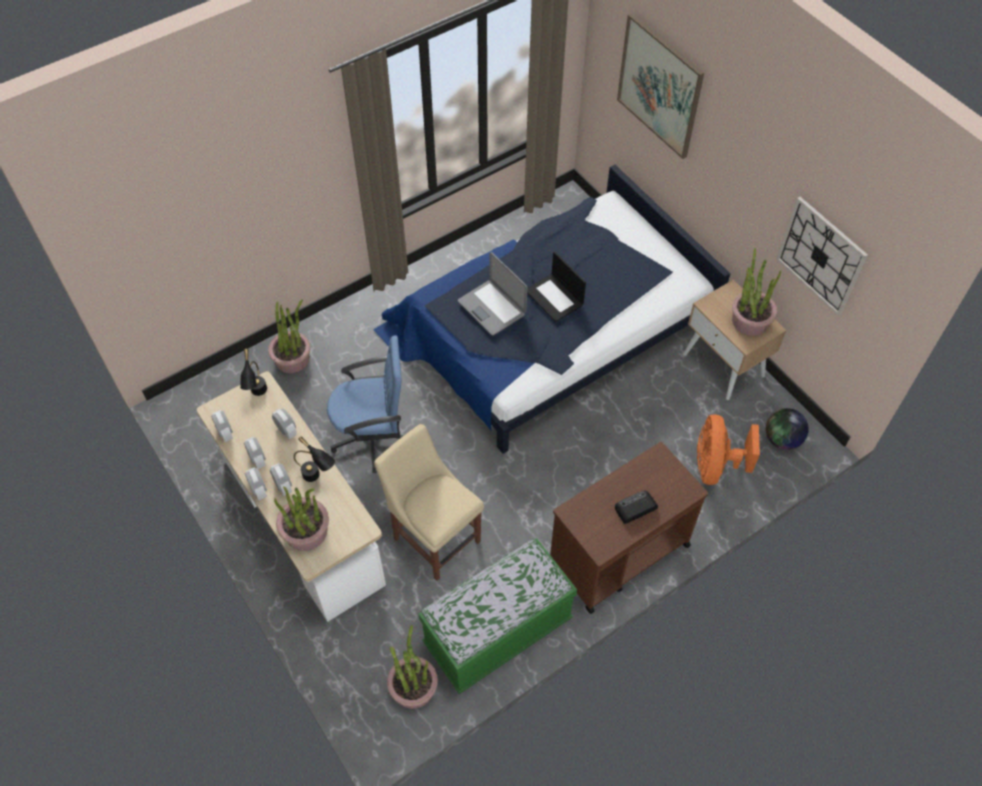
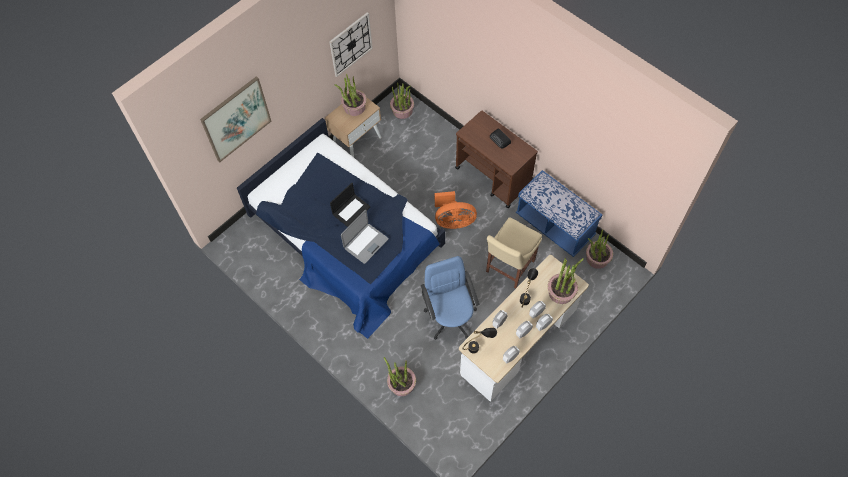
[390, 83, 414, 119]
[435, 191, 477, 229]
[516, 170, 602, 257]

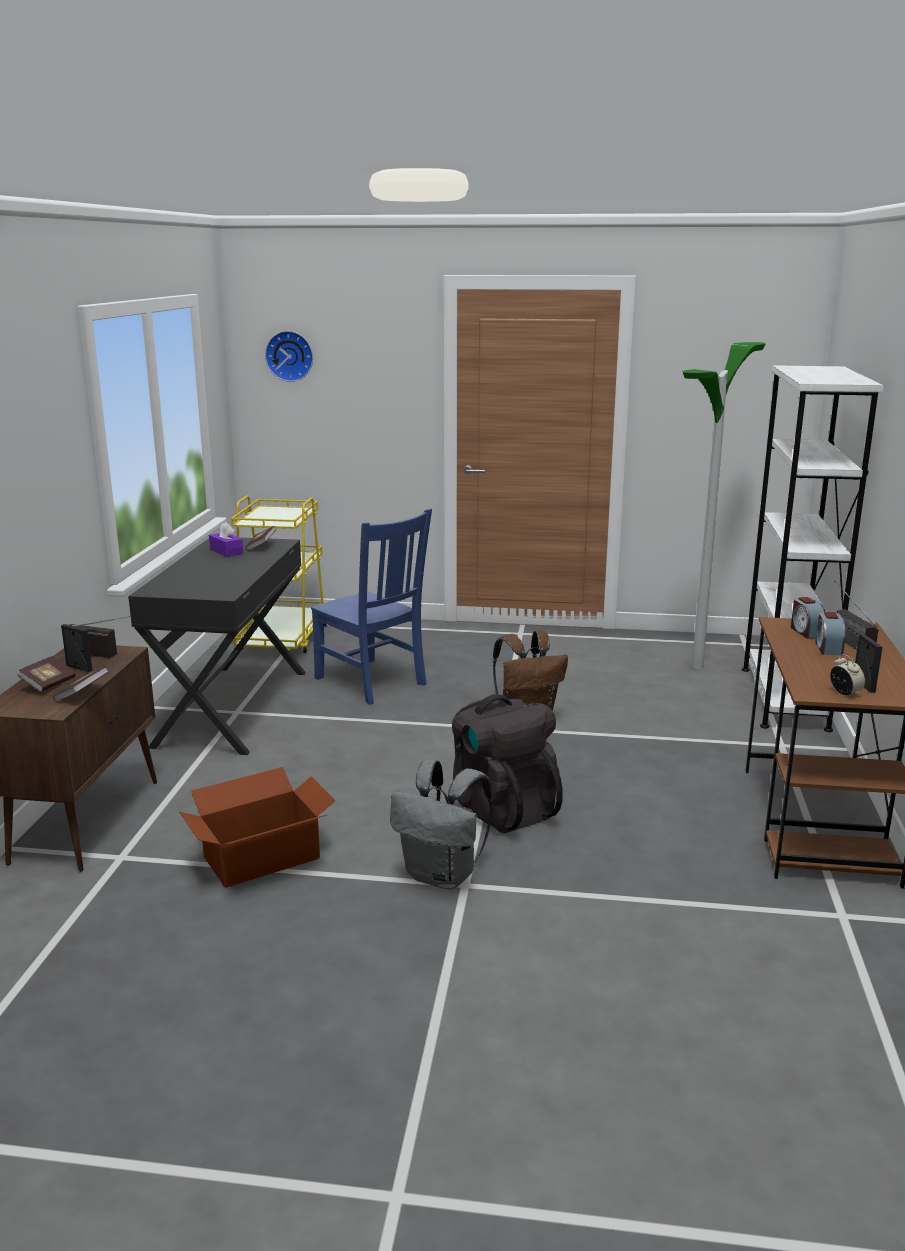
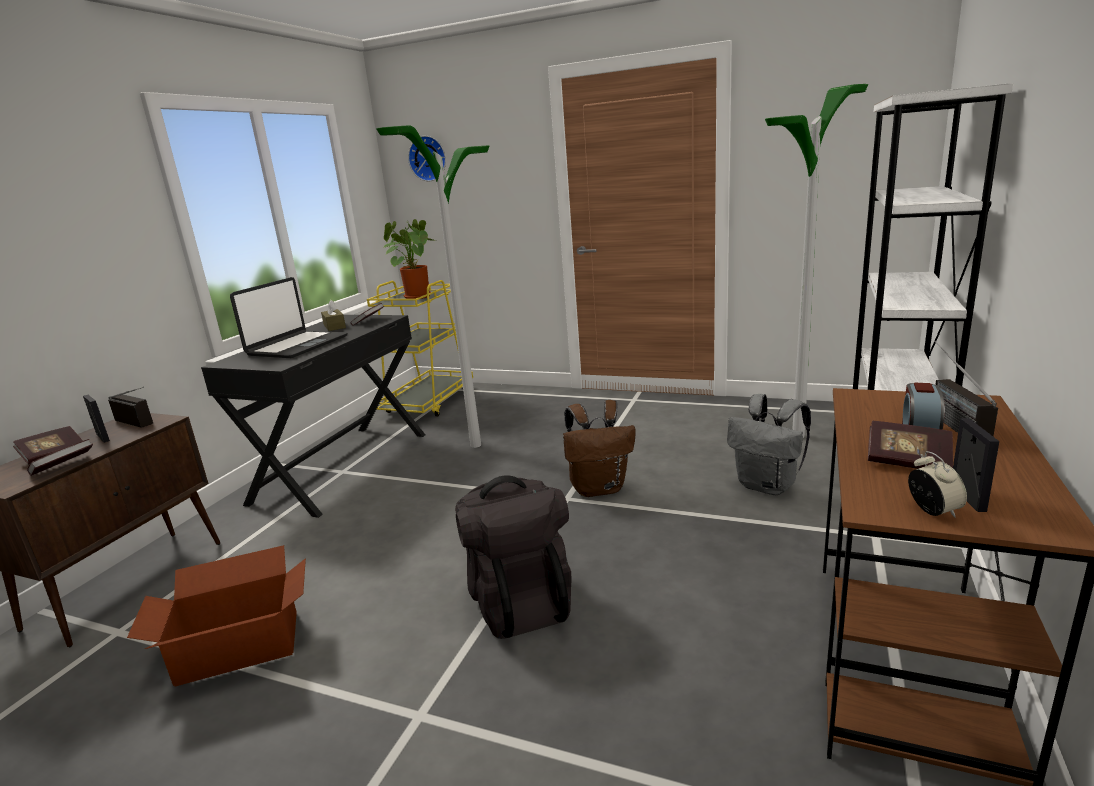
[230, 277, 347, 358]
[321, 300, 346, 331]
[376, 125, 489, 448]
[383, 219, 435, 299]
[727, 394, 811, 495]
[868, 421, 953, 469]
[791, 597, 826, 639] (first image)

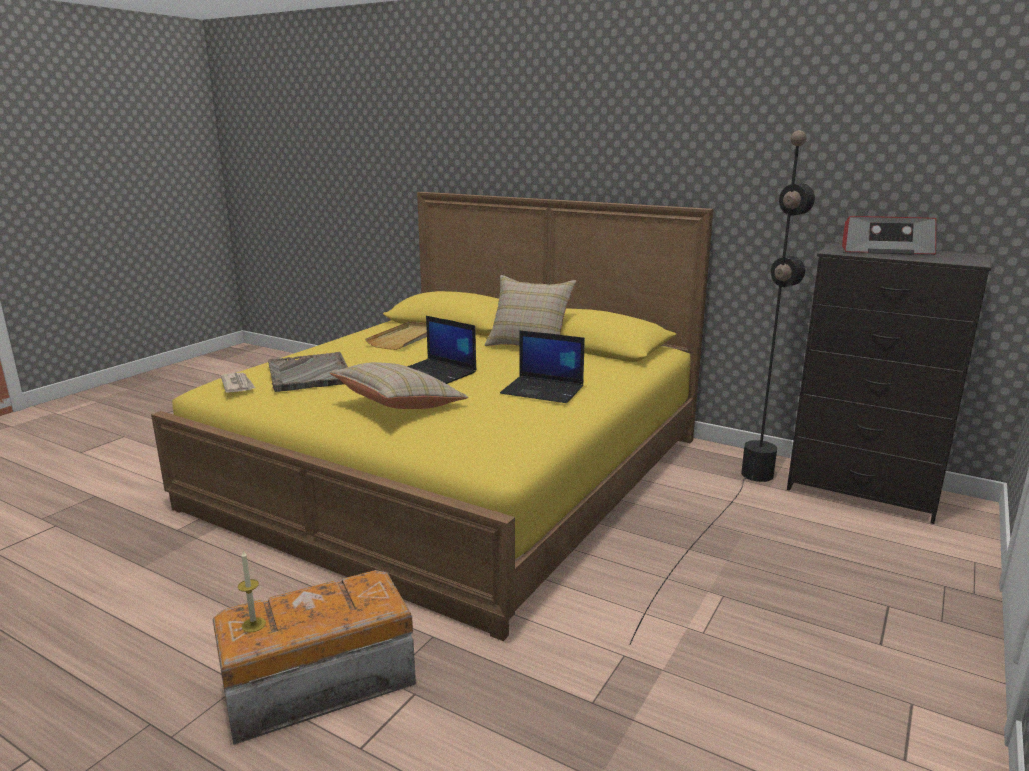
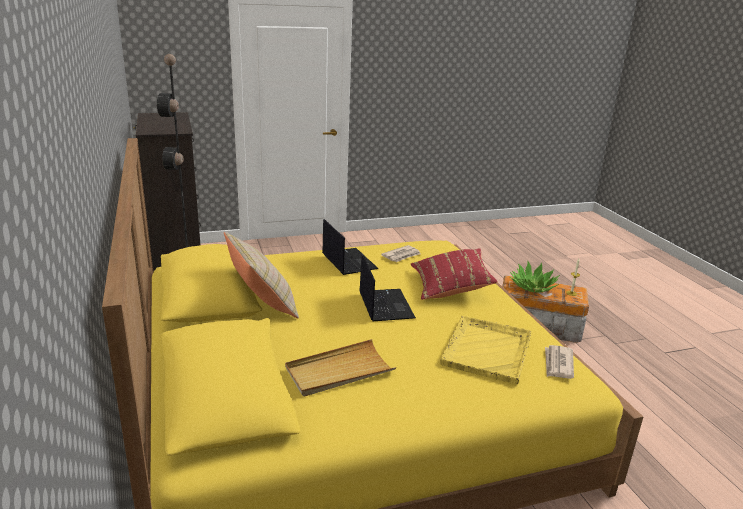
[381, 245, 421, 262]
[411, 248, 498, 300]
[440, 316, 532, 384]
[510, 261, 560, 293]
[842, 216, 936, 255] (first image)

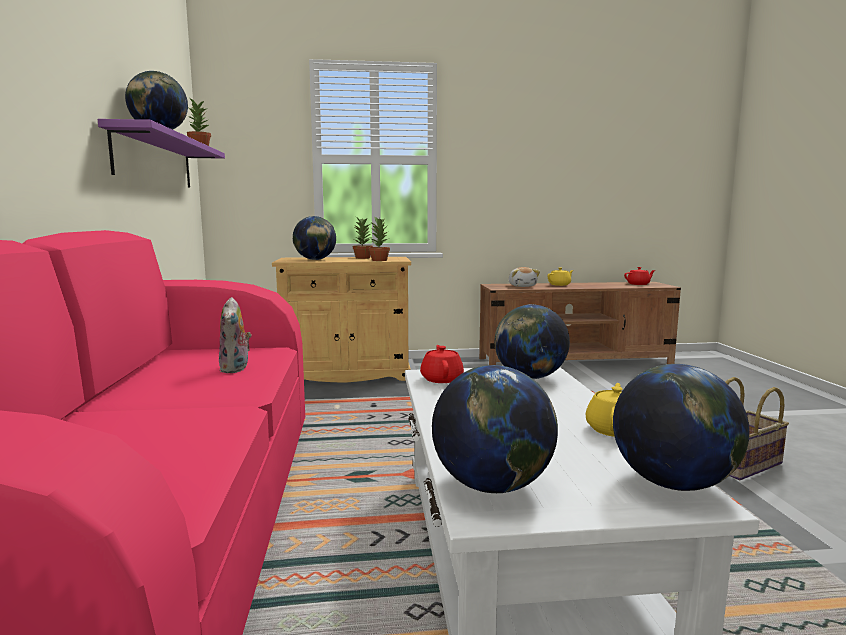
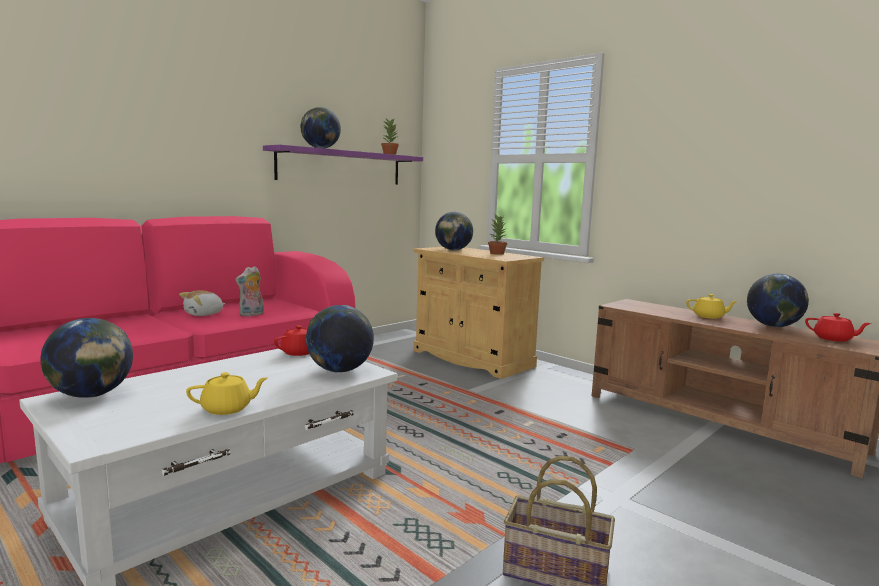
[179, 290, 225, 316]
[747, 274, 809, 327]
[369, 216, 390, 261] (first image)

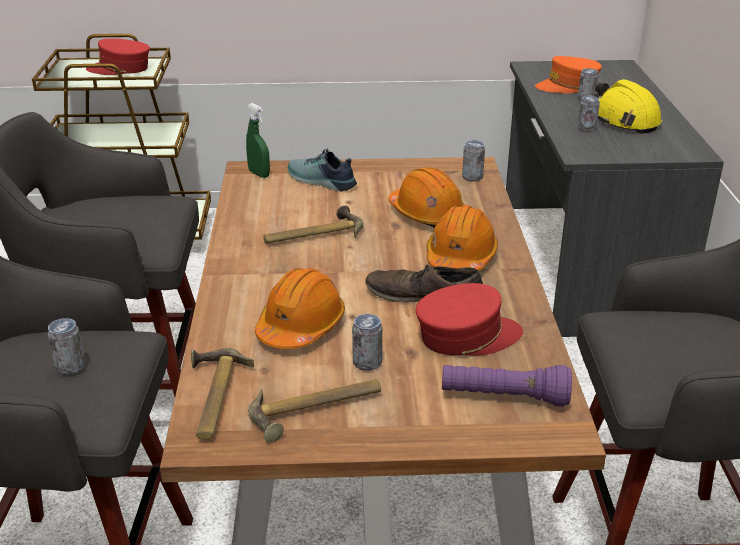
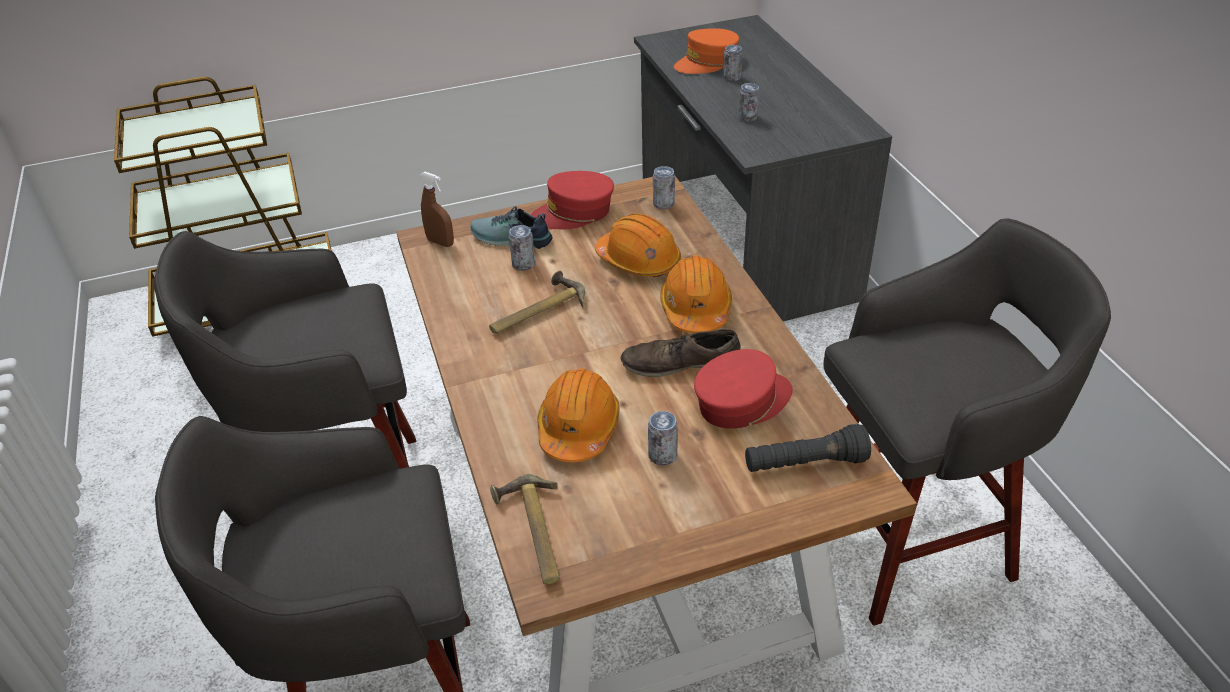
[420, 171, 454, 247]
[509, 225, 535, 271]
[531, 171, 614, 229]
[745, 424, 871, 472]
[248, 379, 381, 443] (first image)
[594, 79, 662, 134] (first image)

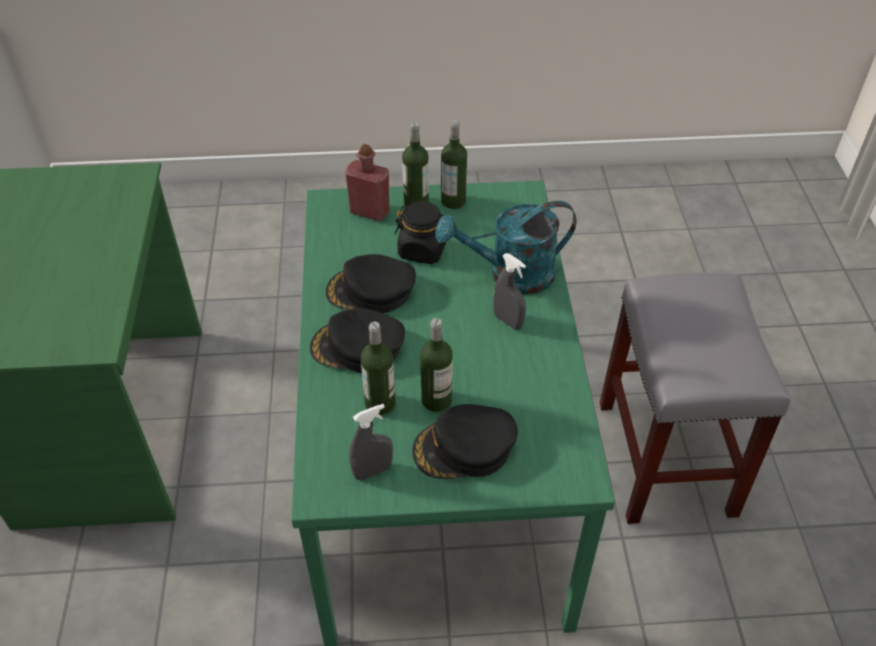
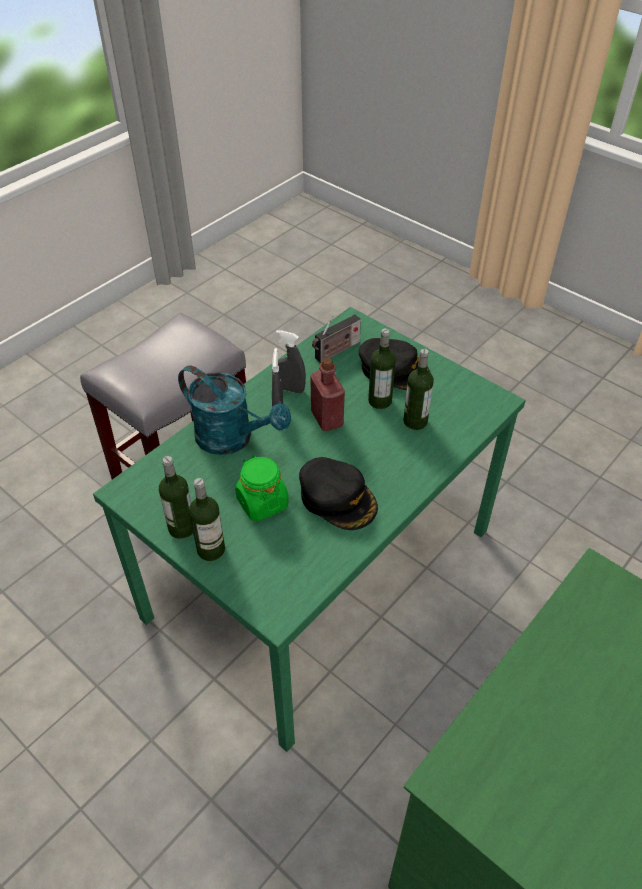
[235, 455, 289, 521]
[276, 330, 306, 394]
[310, 358, 345, 431]
[312, 315, 361, 363]
[310, 308, 405, 373] (first image)

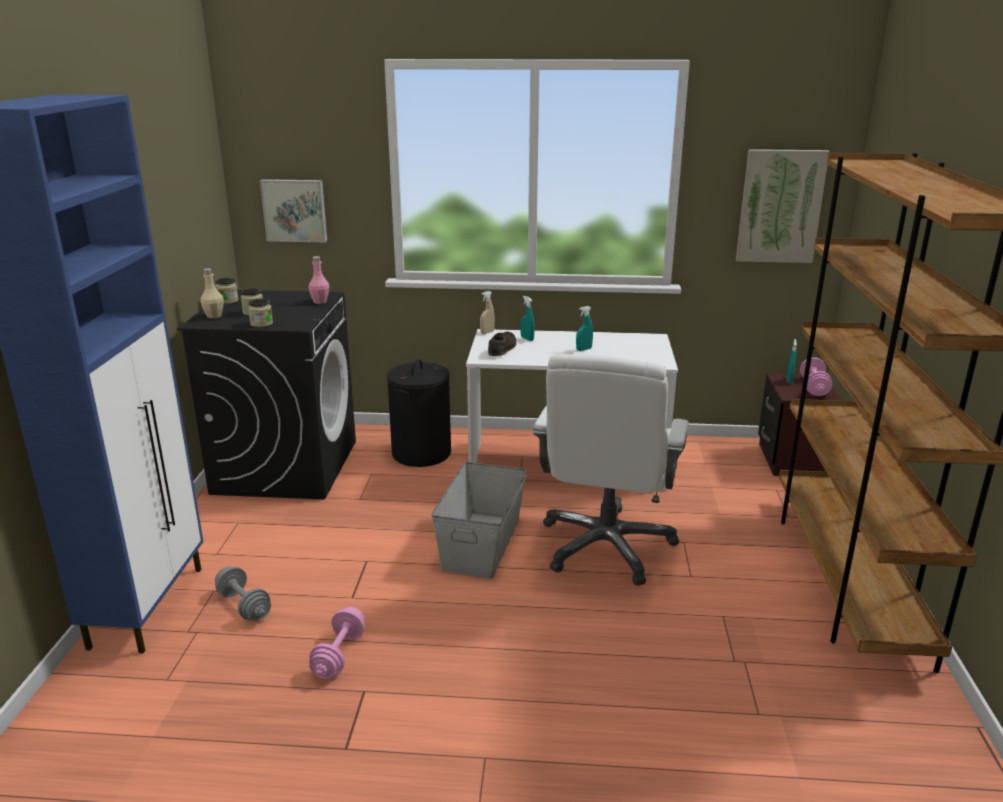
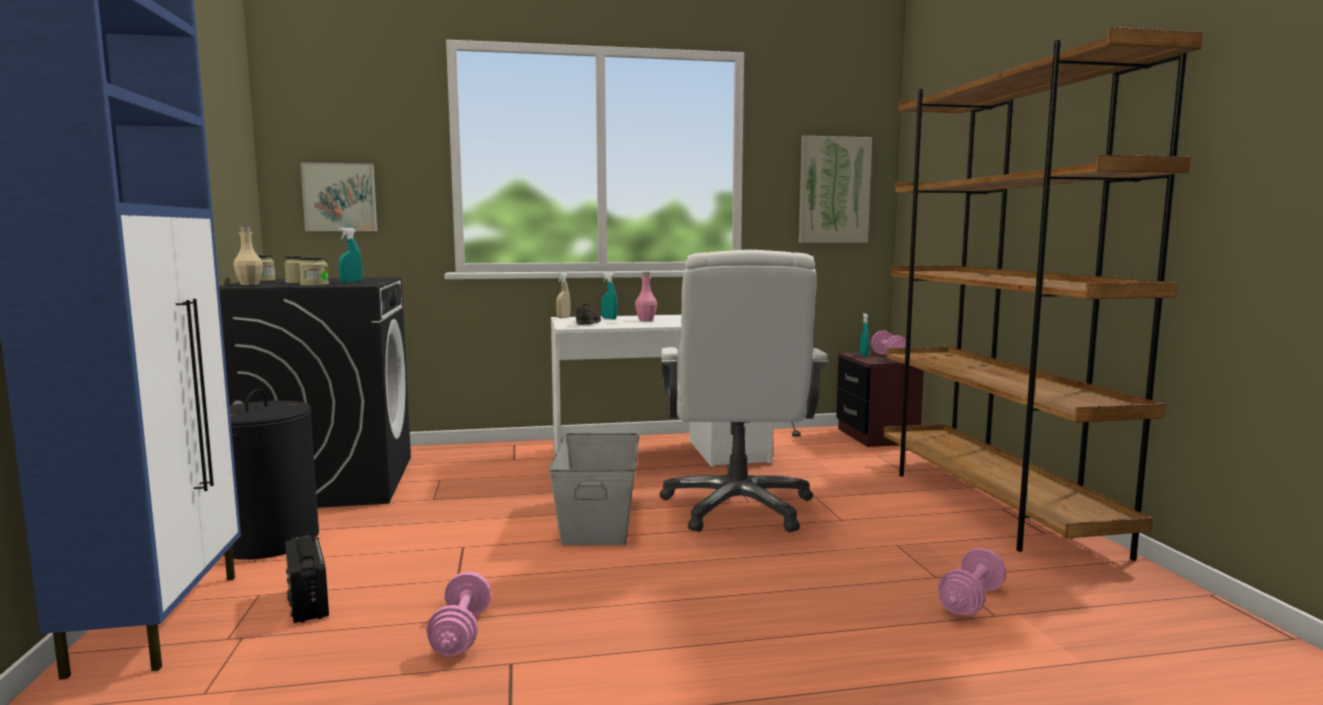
[224, 389, 319, 559]
[285, 536, 329, 623]
[338, 228, 362, 282]
[635, 272, 657, 321]
[938, 548, 1006, 616]

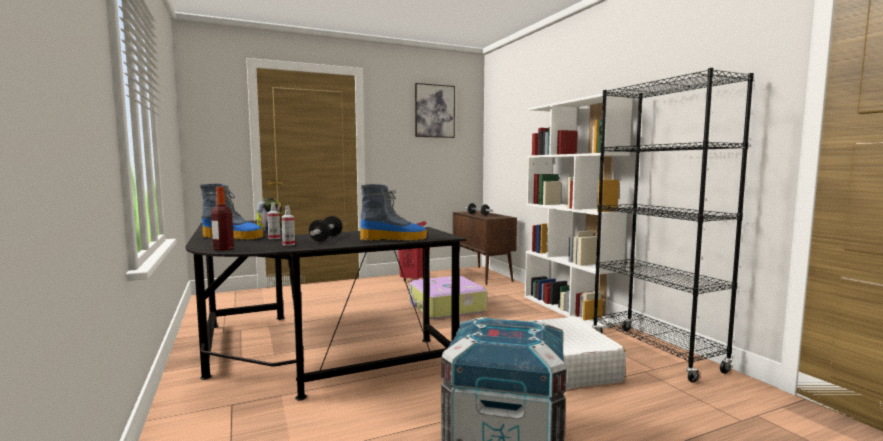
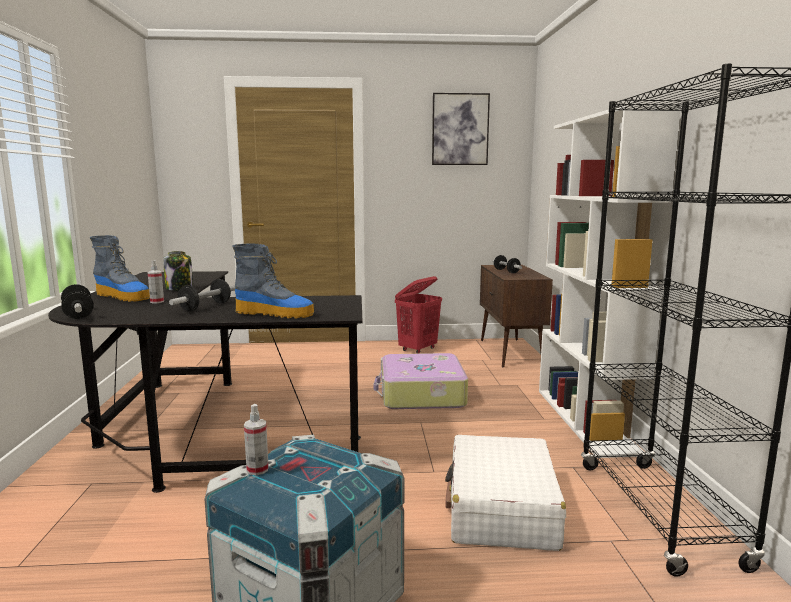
[61, 284, 94, 319]
[244, 404, 269, 475]

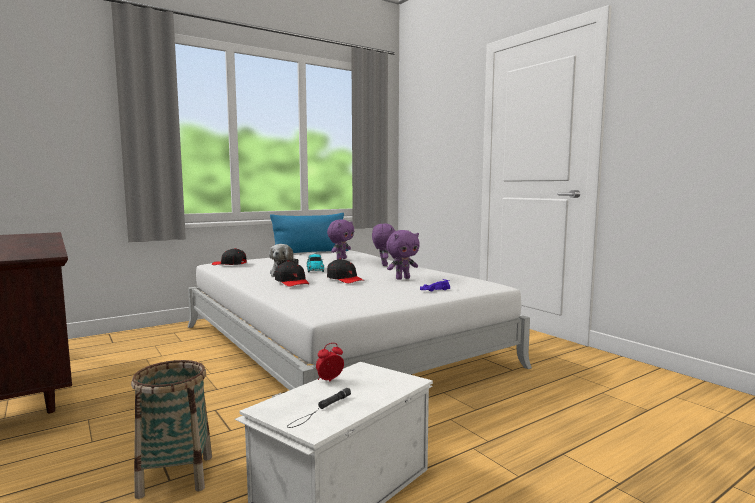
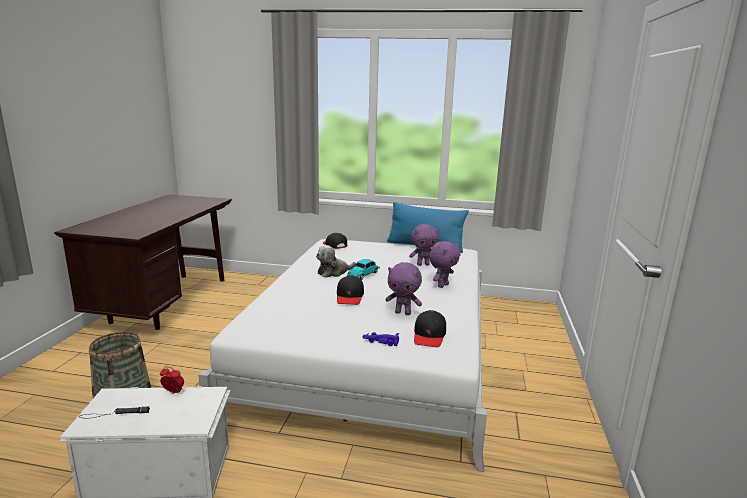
[414, 310, 446, 347]

